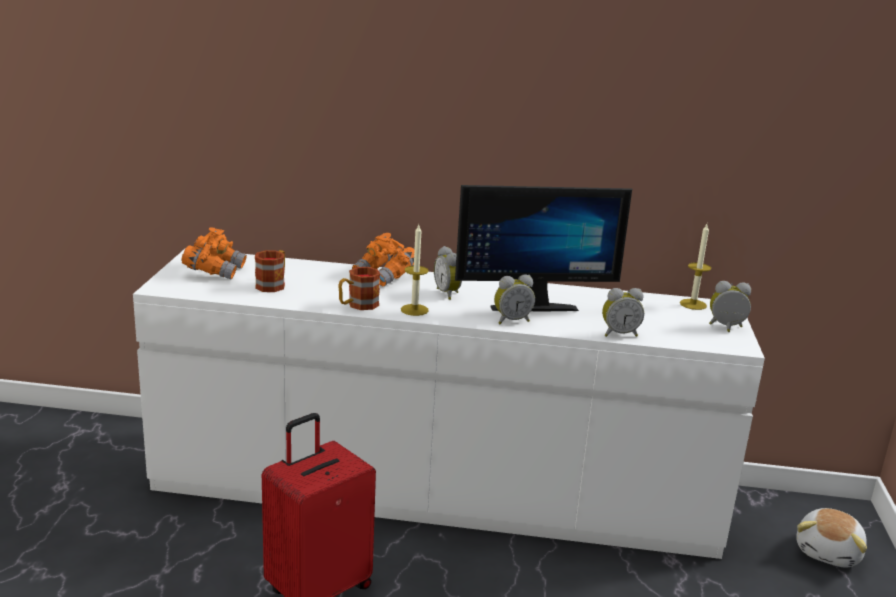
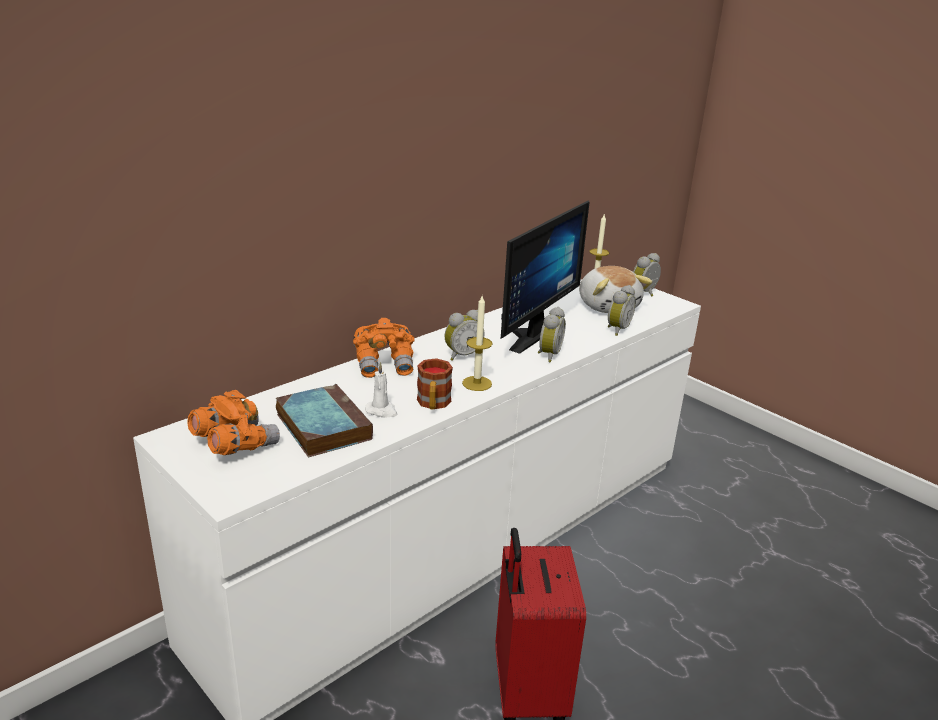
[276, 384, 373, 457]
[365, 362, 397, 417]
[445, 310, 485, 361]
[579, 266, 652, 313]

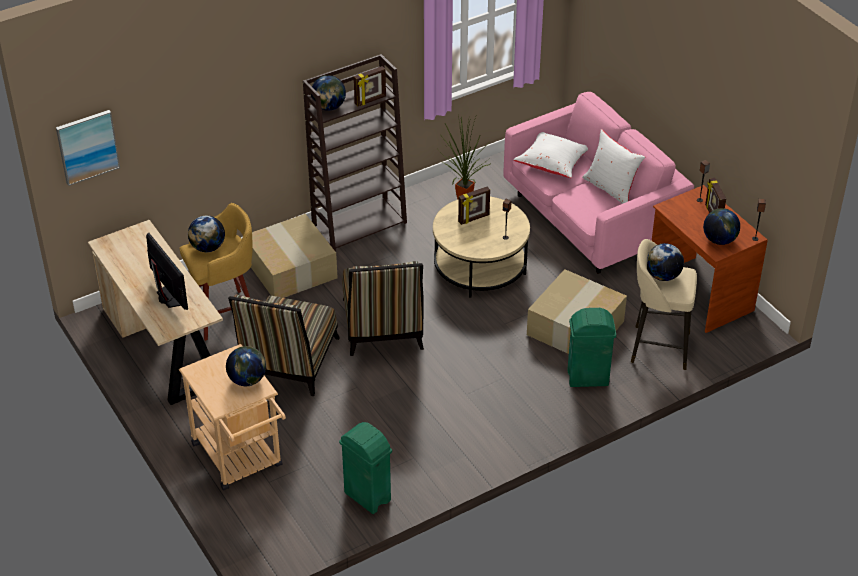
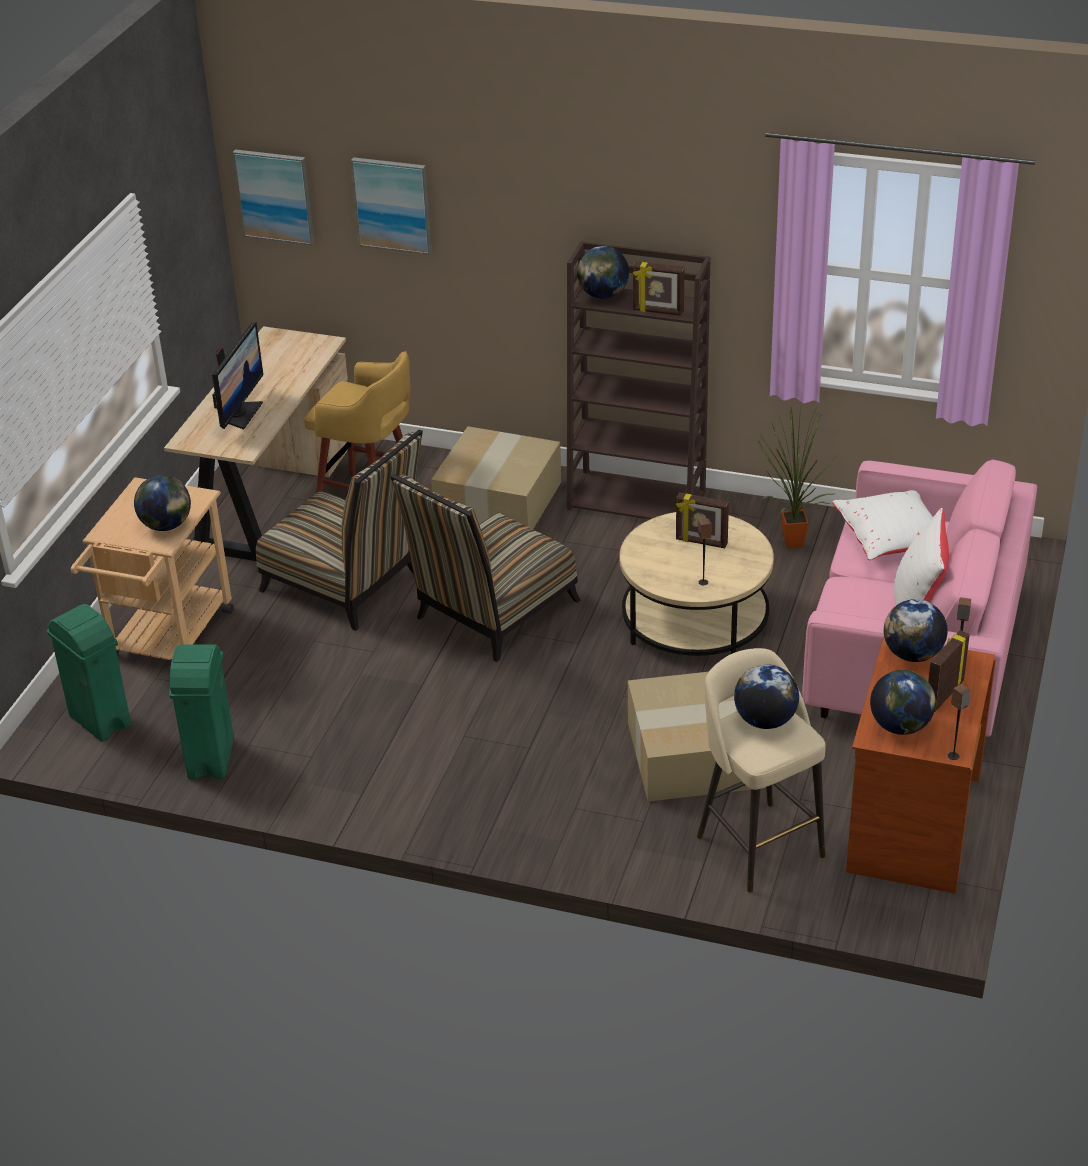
[46, 604, 131, 742]
[256, 430, 423, 631]
[351, 157, 432, 255]
[884, 599, 948, 662]

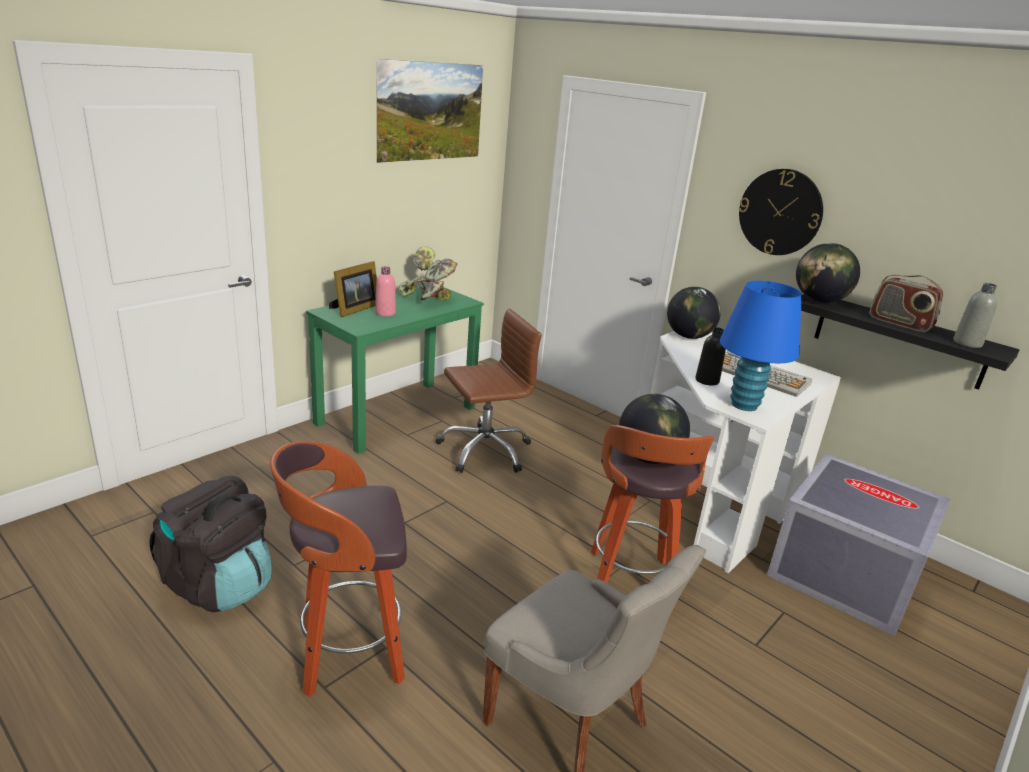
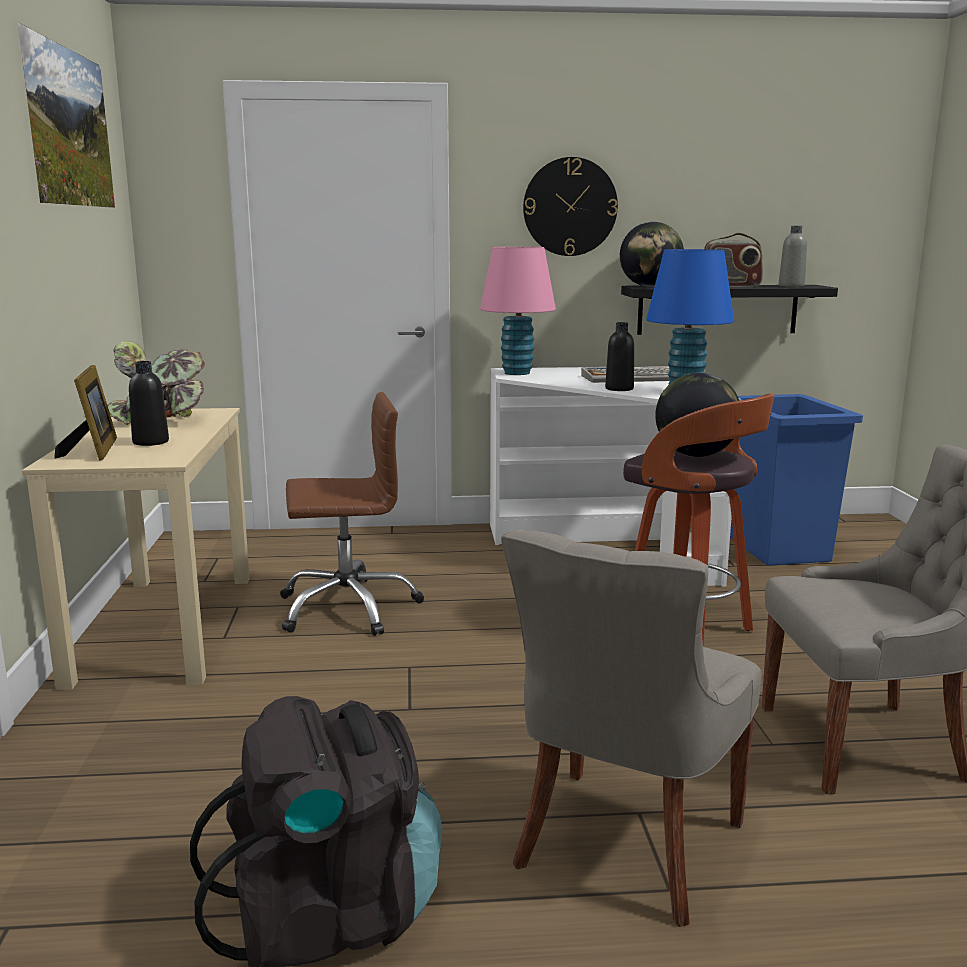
[22, 408, 250, 690]
[129, 361, 169, 446]
[280, 392, 424, 636]
[480, 247, 556, 375]
[501, 530, 762, 927]
[730, 394, 863, 566]

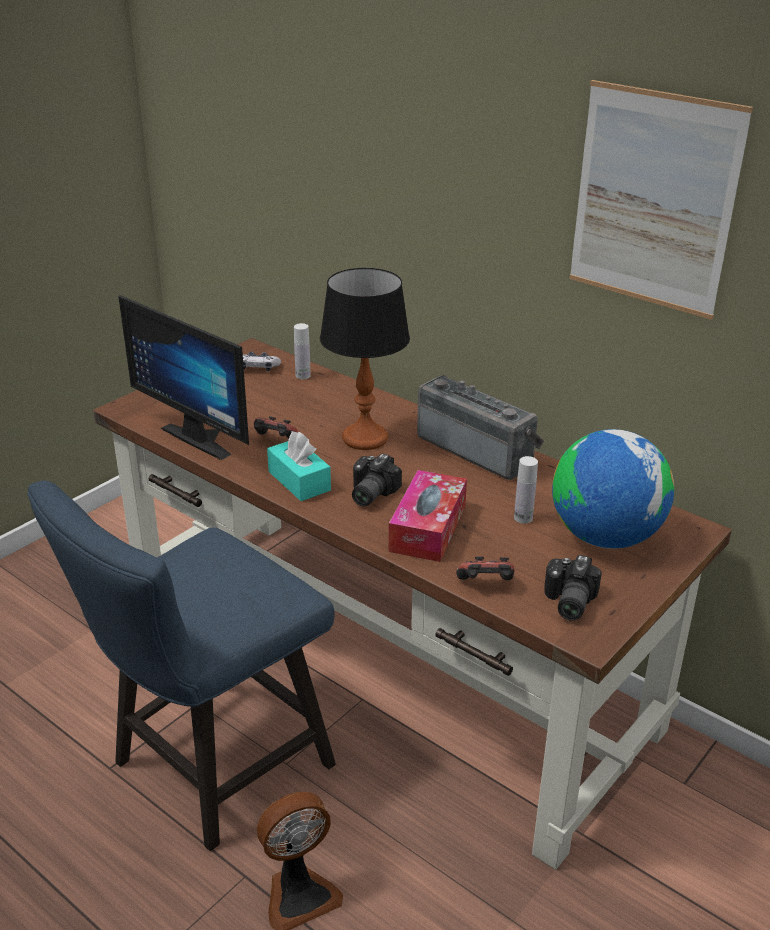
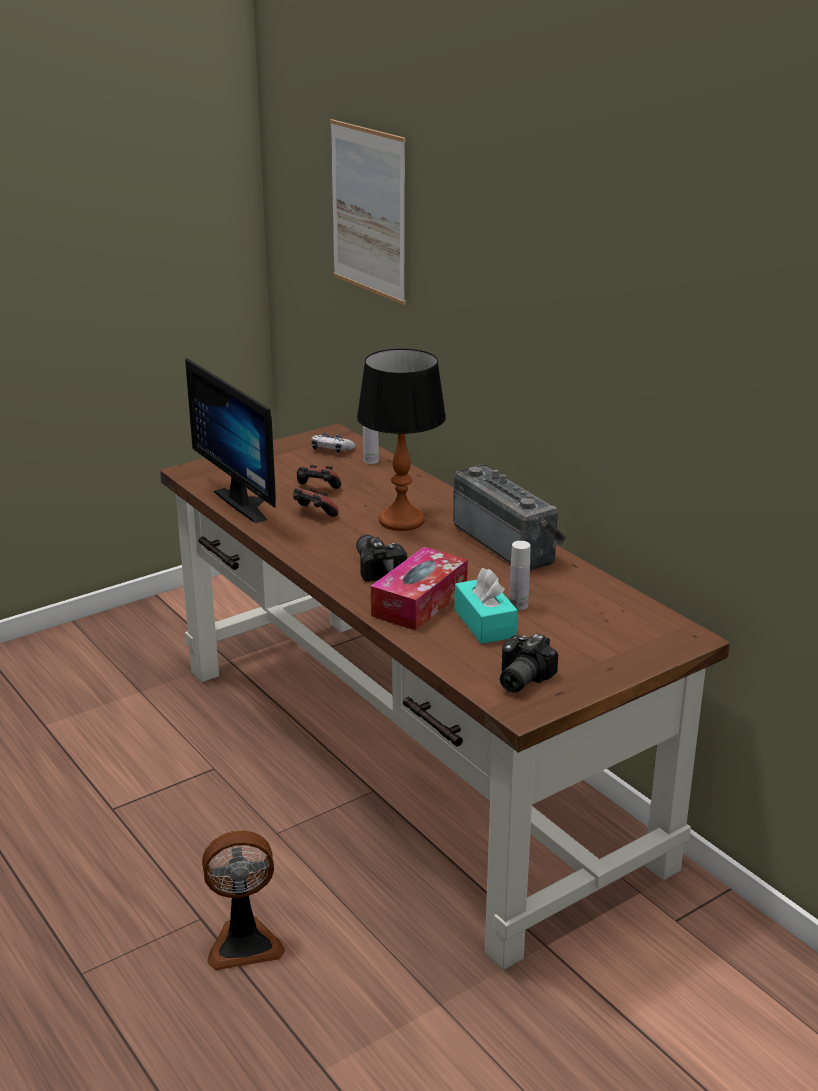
[297, 465, 341, 489]
[330, 119, 406, 305]
[356, 535, 407, 582]
[455, 568, 518, 644]
[27, 481, 336, 851] (first image)
[552, 429, 674, 549] (first image)

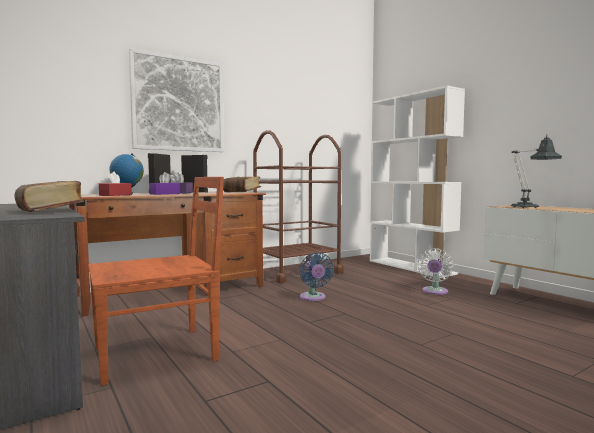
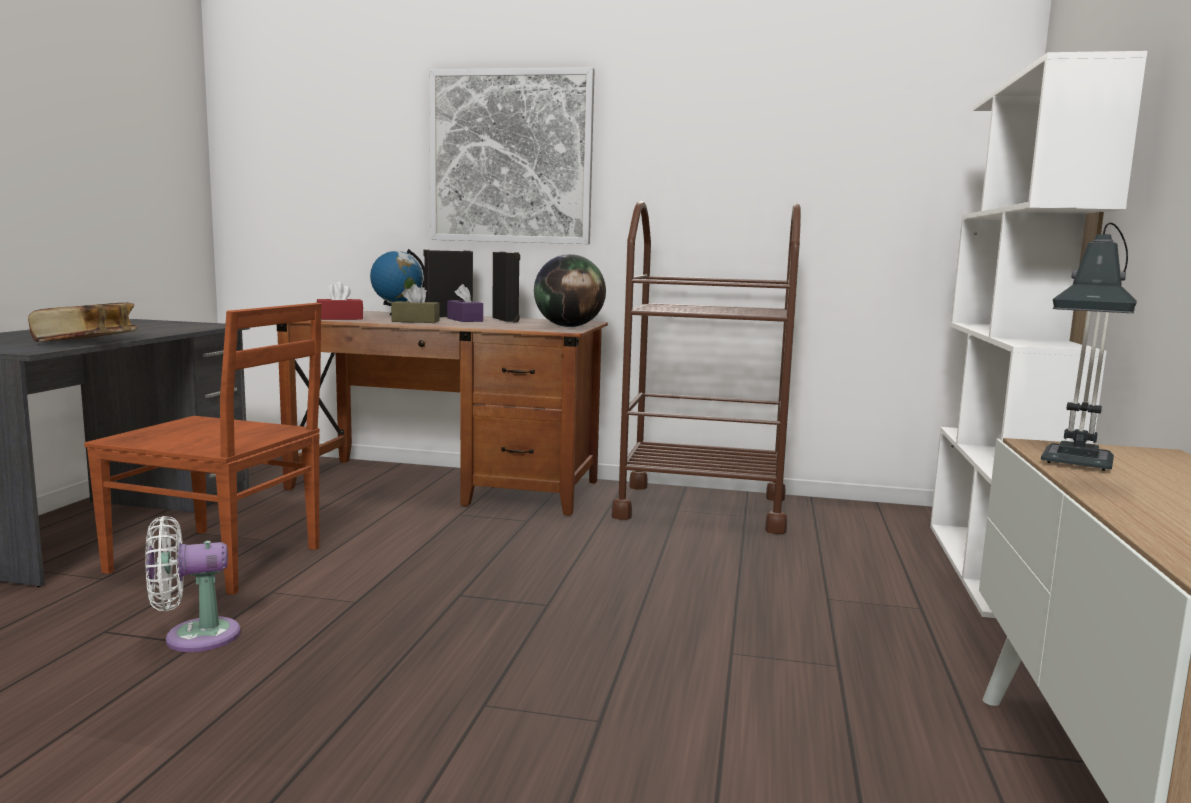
[145, 516, 240, 652]
[391, 284, 440, 323]
[534, 254, 606, 327]
[299, 252, 334, 301] (first image)

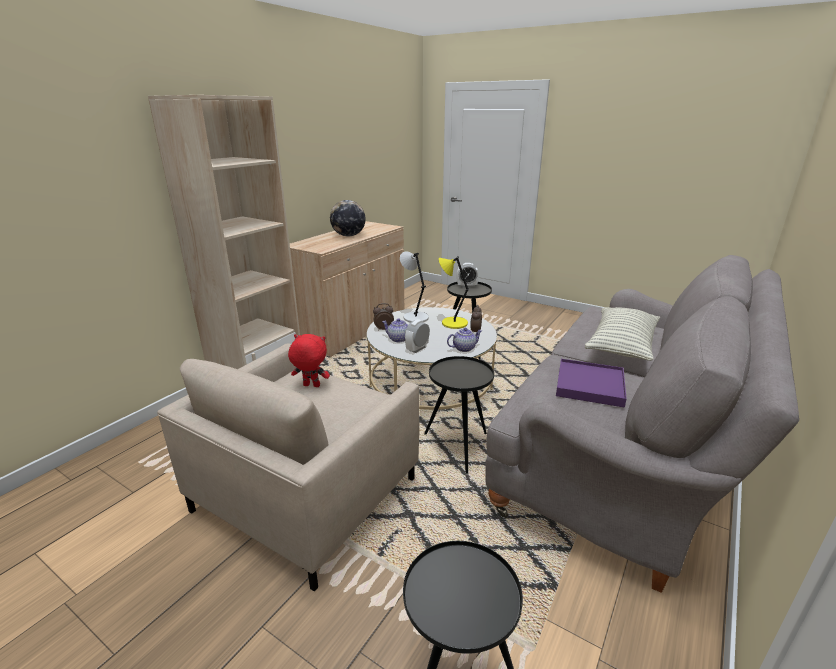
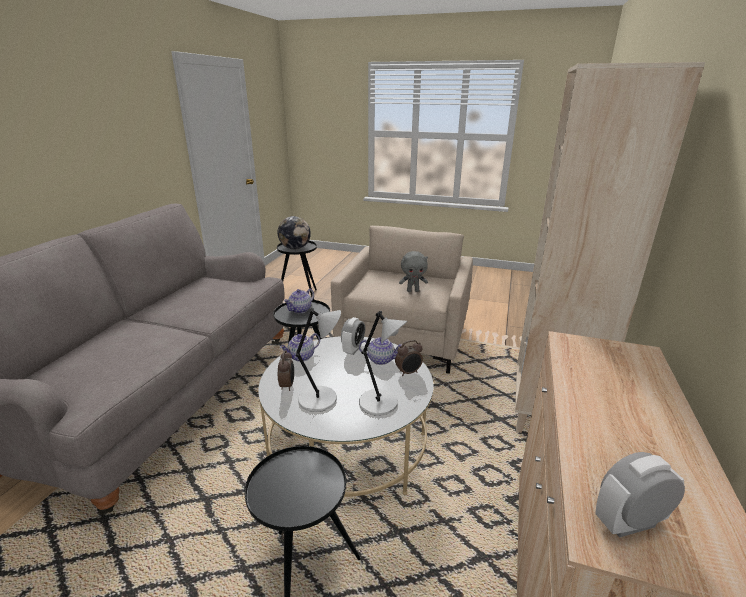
[277, 216, 311, 249]
[284, 289, 314, 313]
[296, 308, 341, 412]
[399, 251, 428, 292]
[595, 452, 685, 538]
[556, 359, 627, 408] (first image)
[585, 307, 660, 361] (first image)

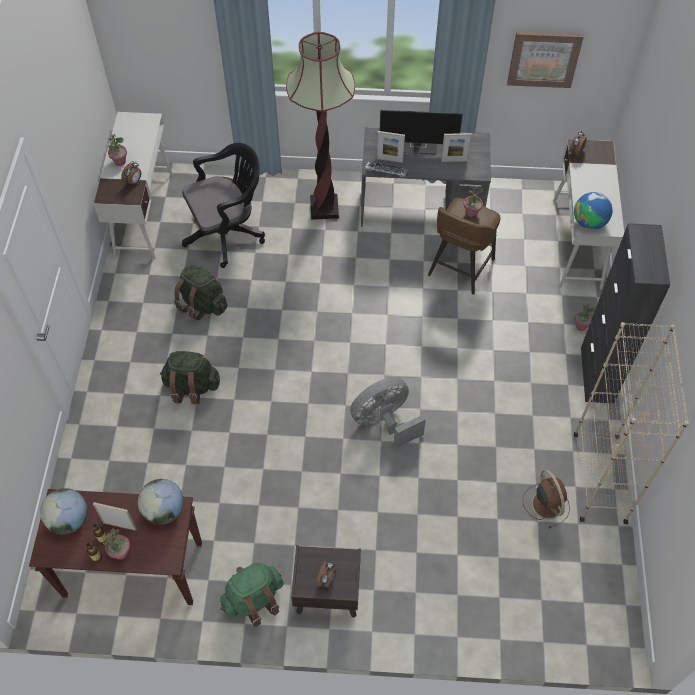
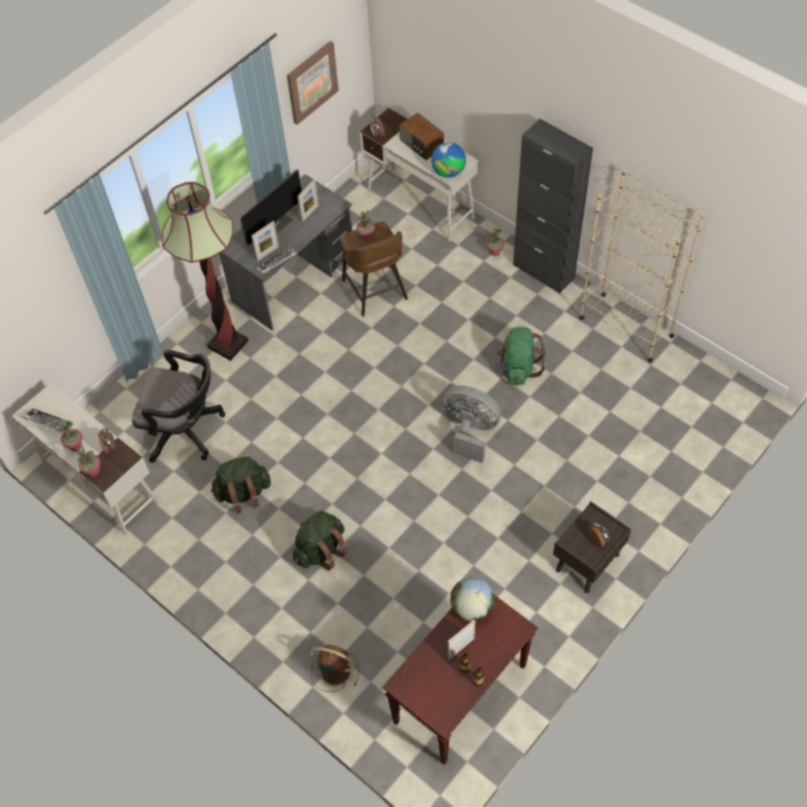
[22, 407, 68, 431]
[76, 446, 100, 477]
[132, 350, 225, 463]
[310, 645, 359, 692]
[399, 113, 444, 160]
[443, 385, 501, 463]
[497, 327, 546, 385]
[40, 488, 87, 535] (first image)

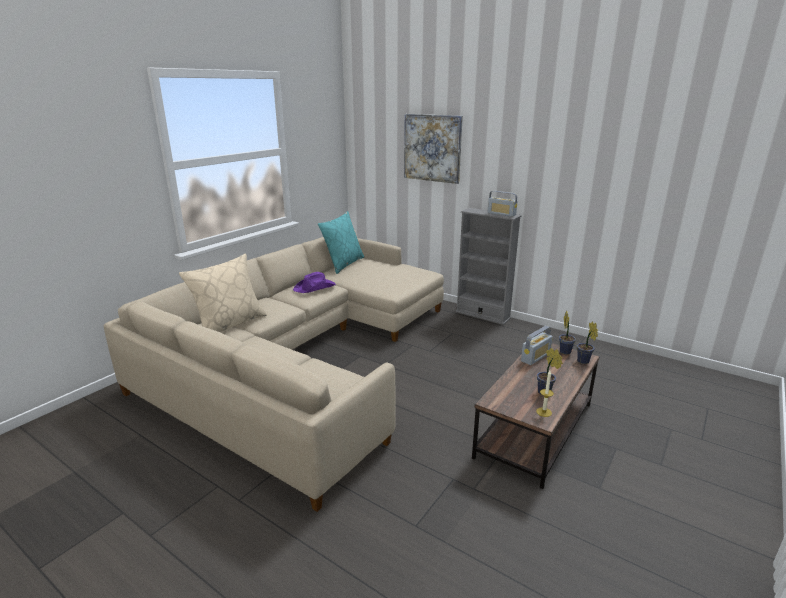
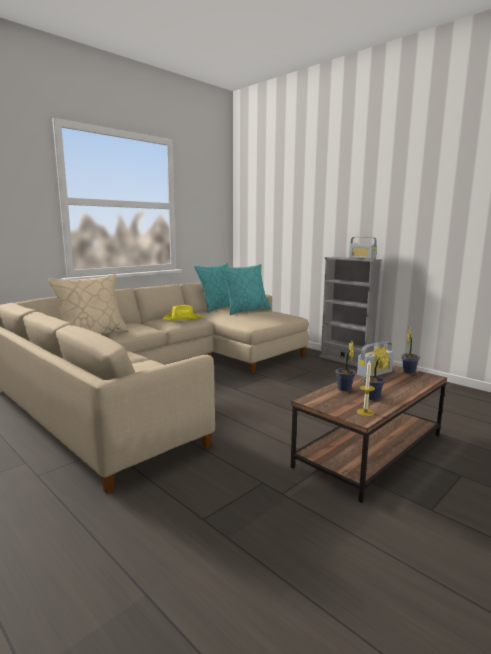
[163, 305, 202, 321]
[220, 264, 271, 315]
[336, 340, 356, 392]
[404, 114, 463, 184] (first image)

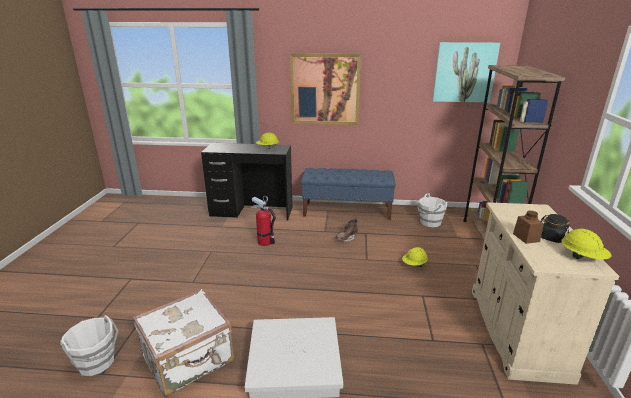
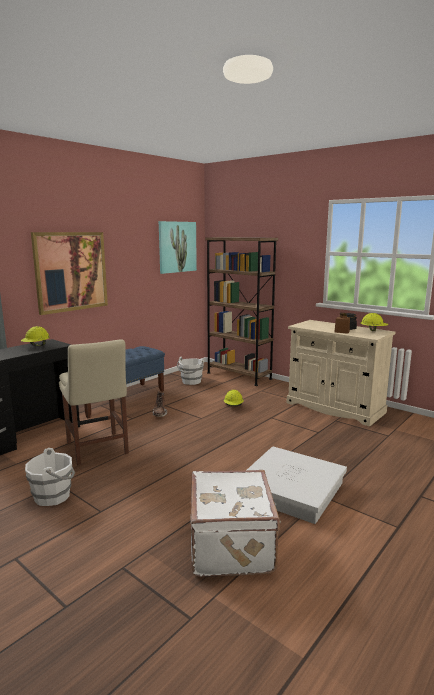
[25, 448, 75, 506]
[59, 339, 129, 465]

